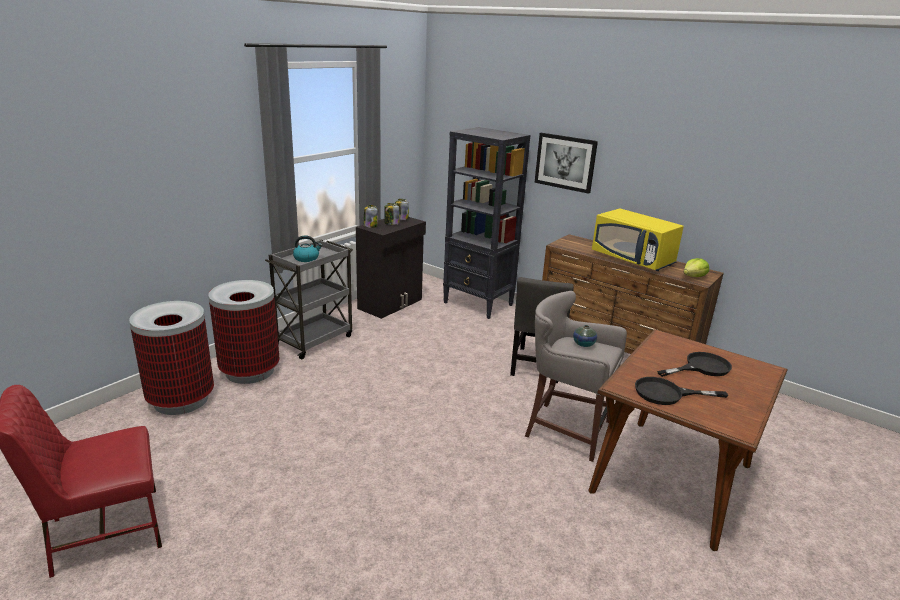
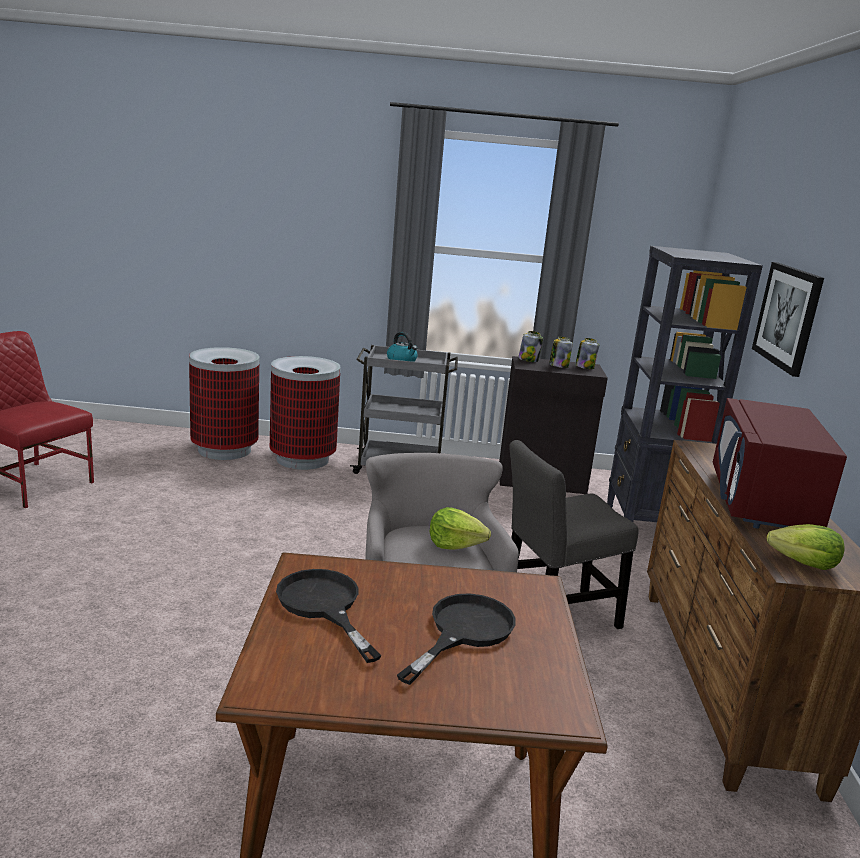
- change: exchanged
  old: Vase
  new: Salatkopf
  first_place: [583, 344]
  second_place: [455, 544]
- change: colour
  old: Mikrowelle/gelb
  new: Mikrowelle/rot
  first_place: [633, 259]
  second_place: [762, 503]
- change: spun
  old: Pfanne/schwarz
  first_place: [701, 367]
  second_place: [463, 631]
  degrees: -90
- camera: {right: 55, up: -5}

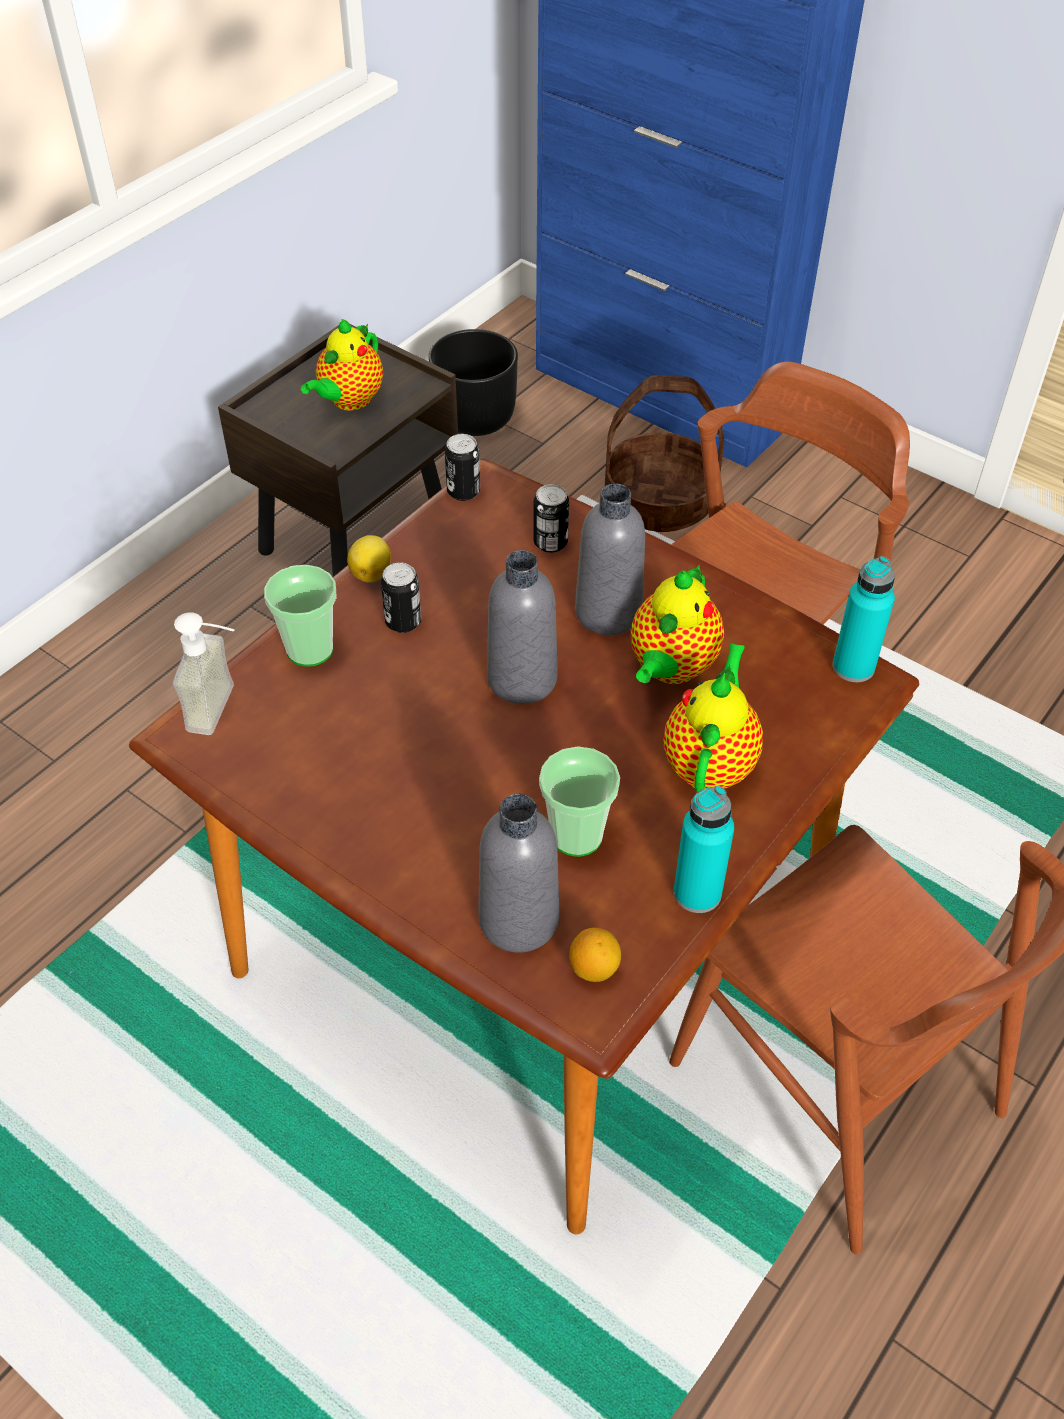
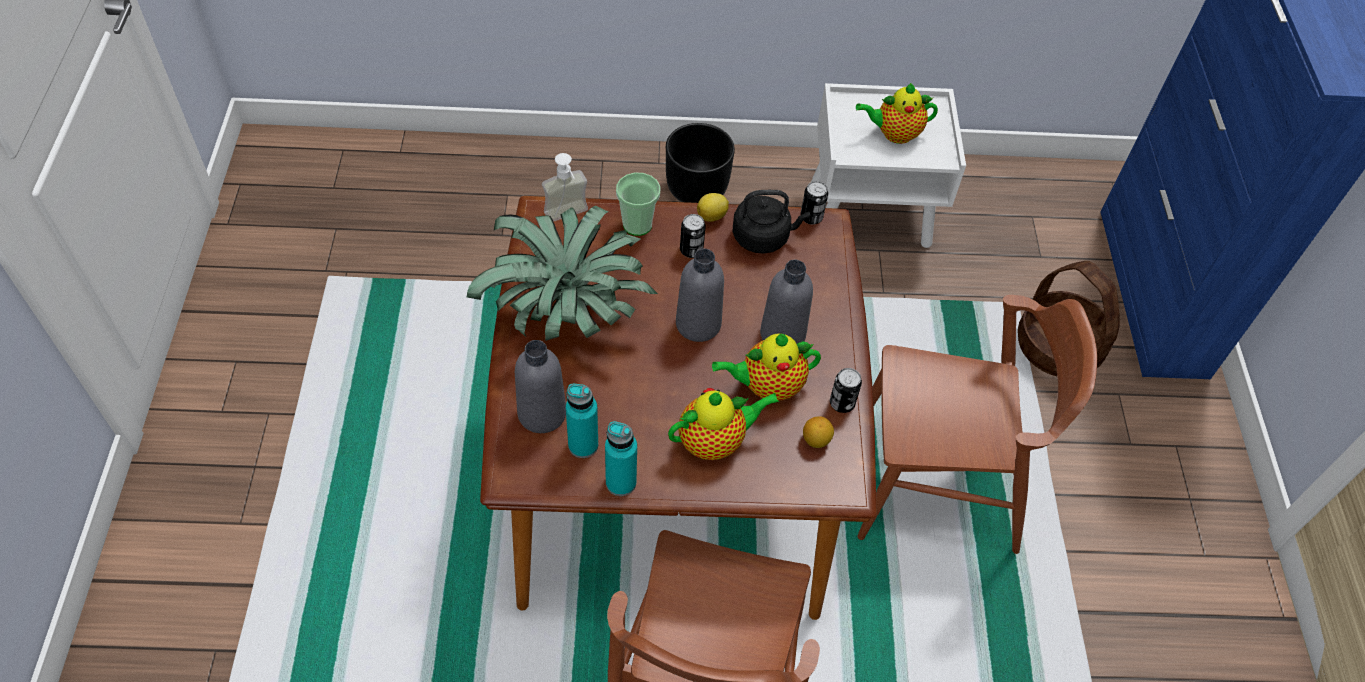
- change: missing
  old: Tasse
  first_place: [576, 835]
- change: appeared
  new: Topfpflanze
  second_place: [568, 310]
- change: appeared
  new: Wasserkessel/schwarz
  second_place: [763, 237]
- change: relocated
  old: Pflanzkübel/schwarz
  first_place: [474, 417]
  second_place: [696, 188]
- change: relocated
  old: Dose
  first_place: [550, 542]
  second_place: [842, 403]
- change: relocated
  old: Zitrone
  first_place: [594, 968]
  second_place: [816, 440]
- change: relocated
  old: Flasche/türkis
  first_place: [853, 667]
  second_place: [583, 445]
- change: colour
  old: Nachttisch/braun
  new: Nachttisch/weiß
  first_place: [355, 532]
  second_place: [871, 214]
- camera: {right: 50, up: 5}

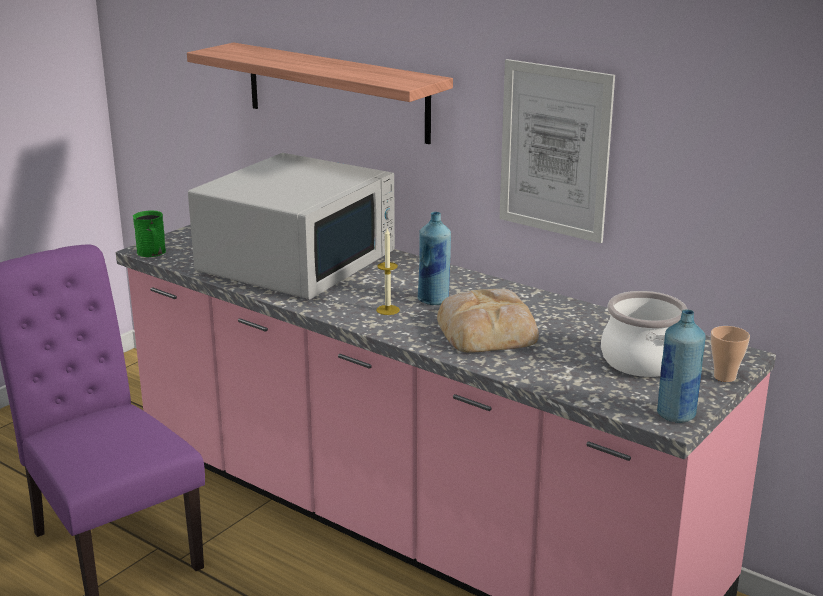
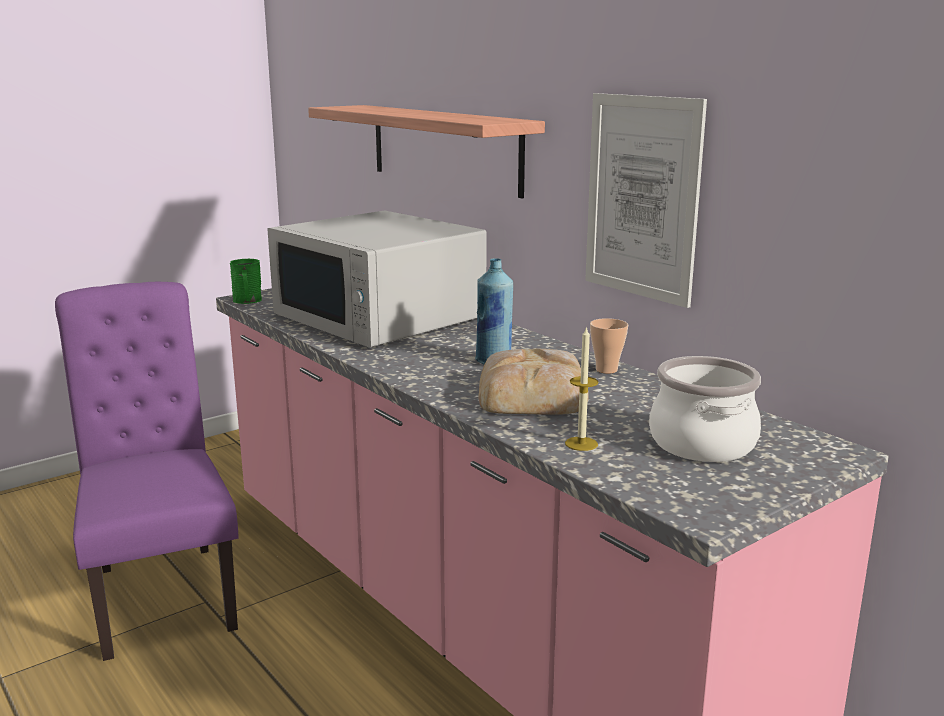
- change: missing
  old: Flasche/blau
  first_place: [676, 415]
- change: relocated
  old: Kerze
  first_place: [388, 310]
  second_place: [581, 444]
- change: relocated
  old: Tasse
  first_place: [724, 377]
  second_place: [606, 370]
- change: spun
  old: Mikrowelle/weiß
  first_place: [298, 262]
  second_place: [380, 318]
  degrees: 90
- camera: {right: 15, up: -5}

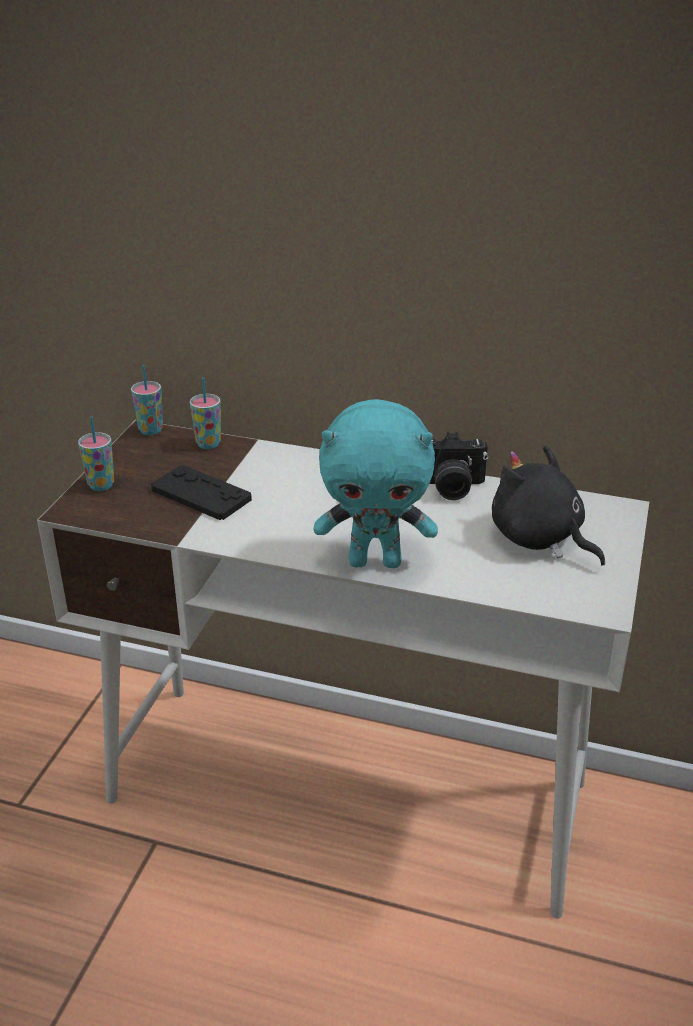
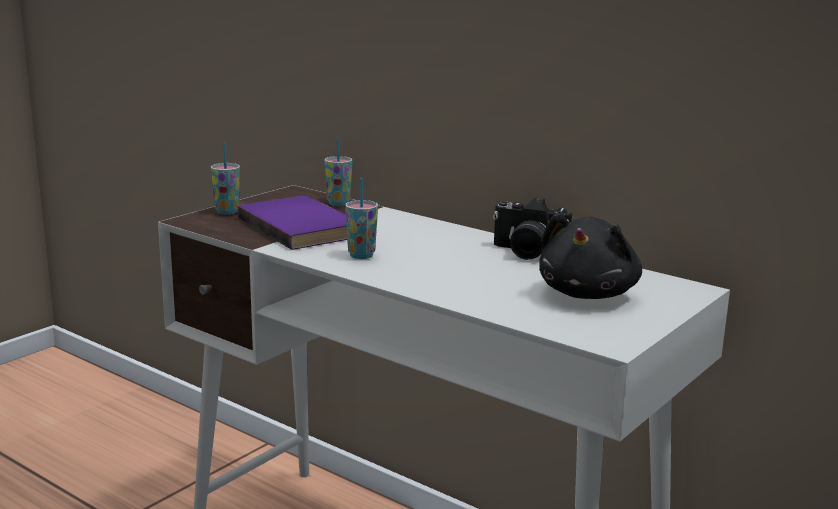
- change: missing
  old: Plüschtier/türkis
  first_place: [376, 561]
- change: relocated
  old: Tasse
  first_place: [150, 430]
  second_place: [361, 255]
- change: exchanged
  old: Gamepad/schwarz
  new: Buch/lila
  first_place: [201, 494]
  second_place: [302, 227]
- change: spun
  old: Plüschtier/schwarz
  first_place: [539, 539]
  second_place: [589, 293]
  degrees: -135
- camera: {right: 20, up: -15}

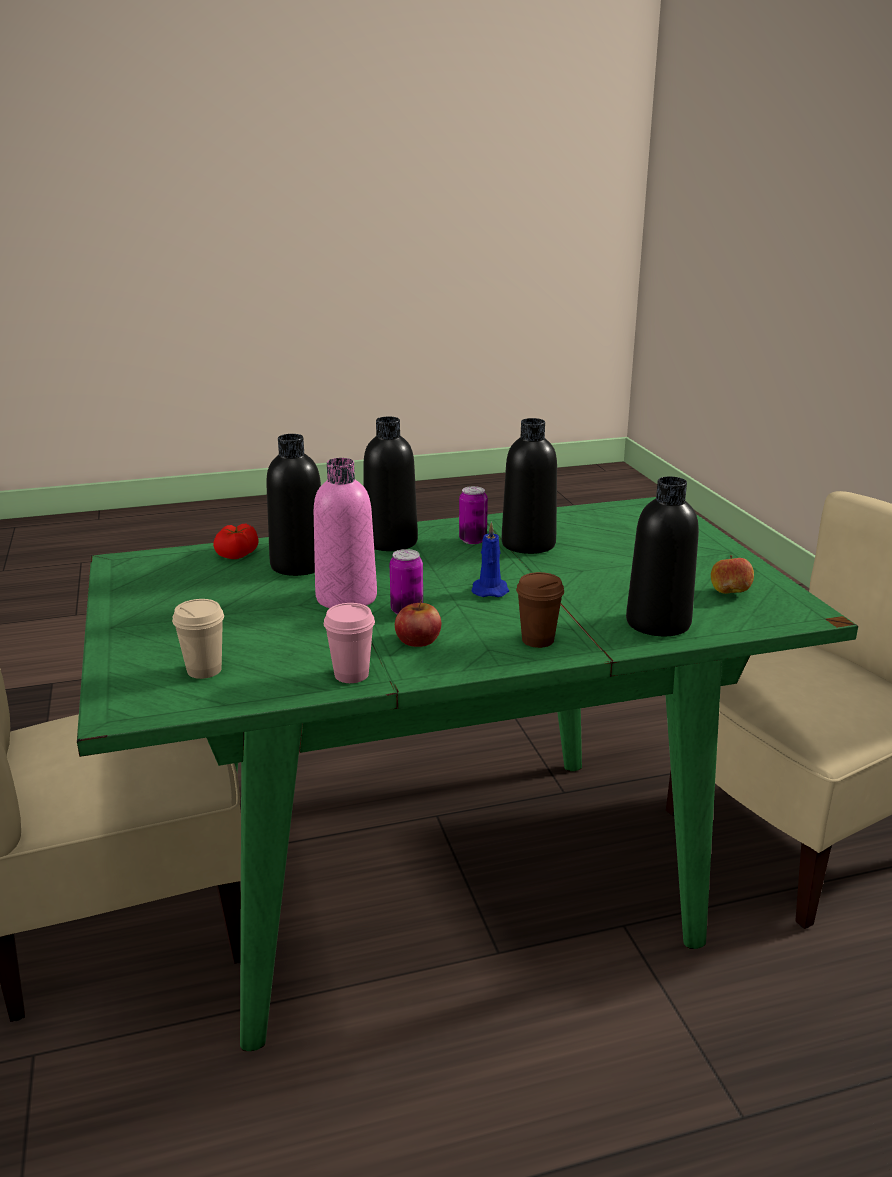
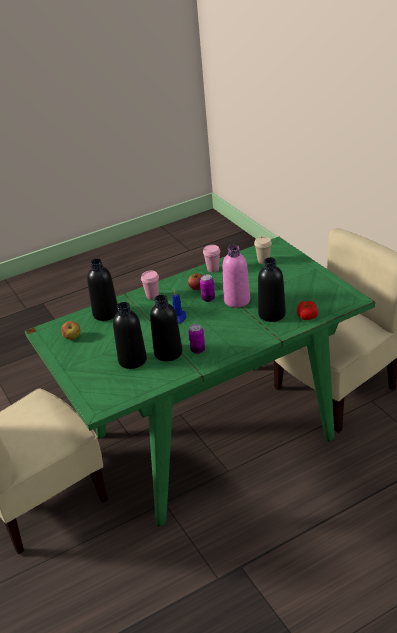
- change: relocated
  old: Flasche/schwarz
  first_place: [390, 542]
  second_place: [132, 360]
- change: colour
  old: Tasse/braun
  new: Tasse/rosa
  first_place: [538, 640]
  second_place: [152, 296]
- camera: {right: 170, up: 10}

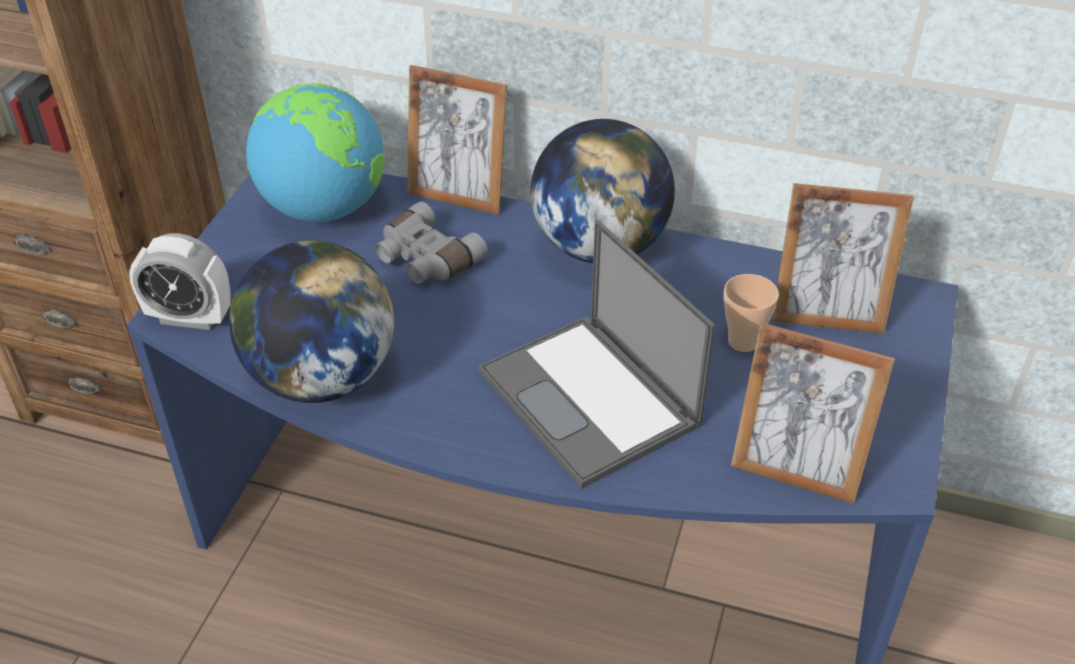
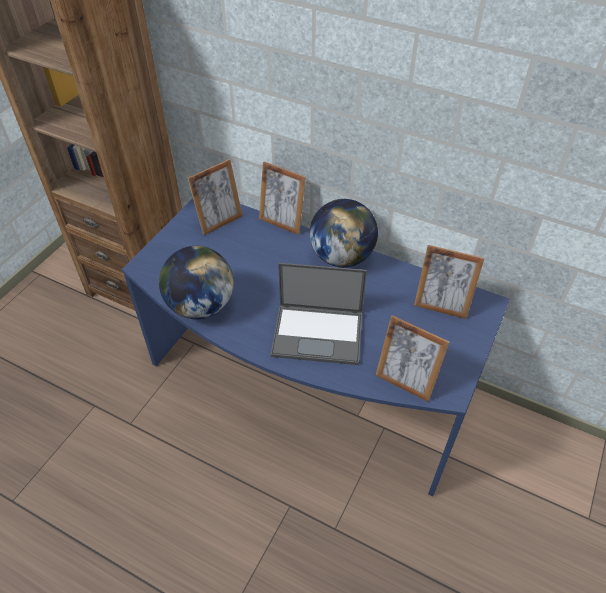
- change: missing
  old: Wecker
  first_place: [189, 318]
- change: missing
  old: Fernglas/grau
  first_place: [425, 260]
- change: missing
  old: Tasse
  first_place: [743, 341]
- change: exchanged
  old: Globus
  new: Bilderrahmen
  first_place: [324, 208]
  second_place: [219, 222]
- change: spun
  old: Laptop
  first_place: [591, 399]
  second_place: [319, 333]
  degrees: -60
- camera: {right: 10, up: 5}

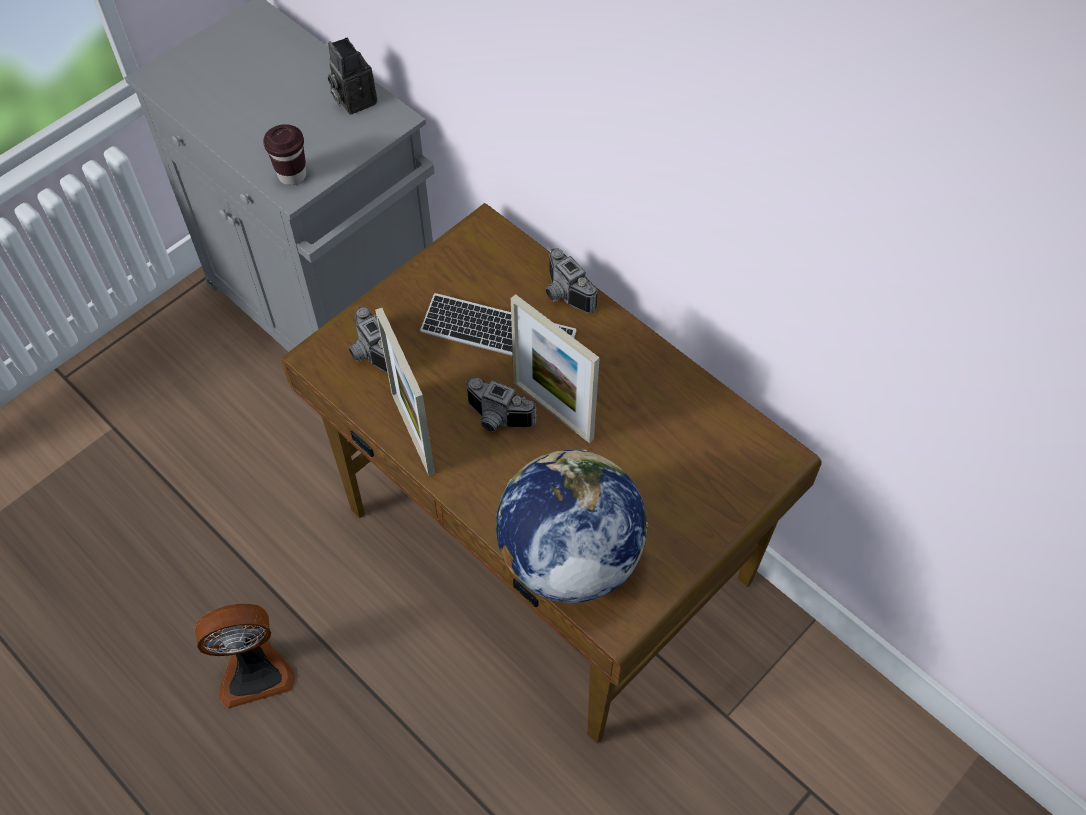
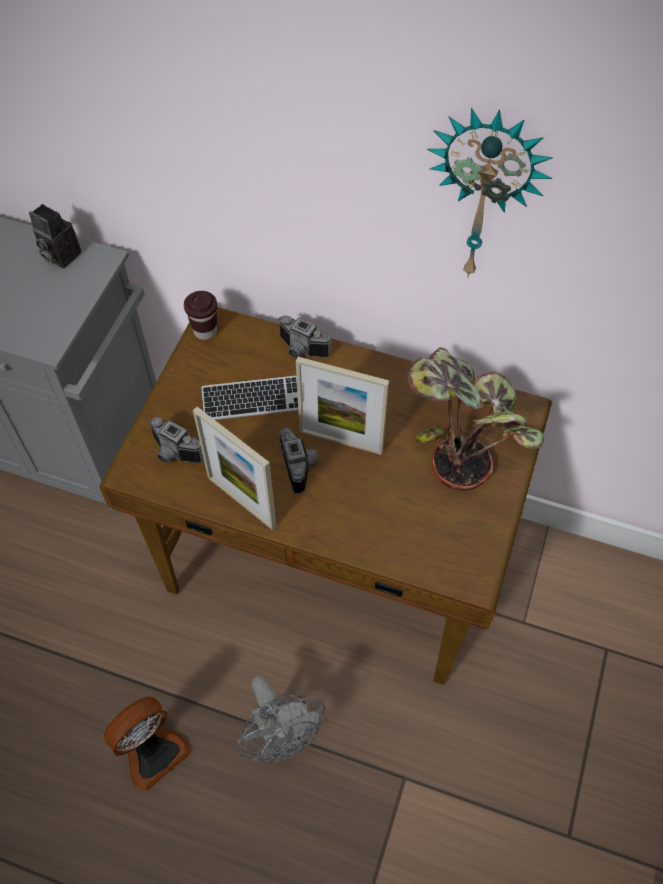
- change: missing
  old: Globus
  first_place: [568, 557]
- change: appeared
  new: Ventilator/grau
  second_place: [281, 737]
- change: appeared
  new: Topfpflanze
  second_place: [464, 433]
- change: appeared
  new: Wanduhr
  second_place: [484, 195]
- change: relocated
  old: Tasse/braun
  first_place: [292, 175]
  second_place: [205, 331]
- change: spun
  old: Kamera
  first_place: [496, 420]
  second_place: [301, 465]
  degrees: -105
- camera: {right: -25, up: 0}

